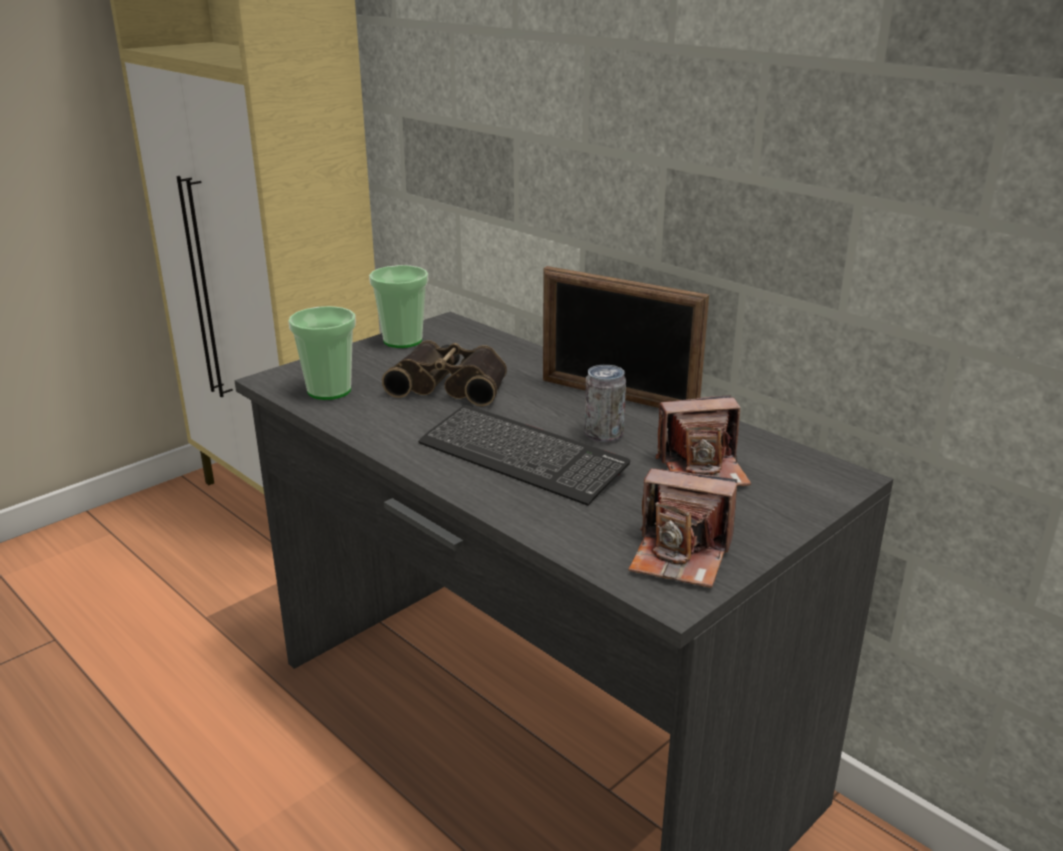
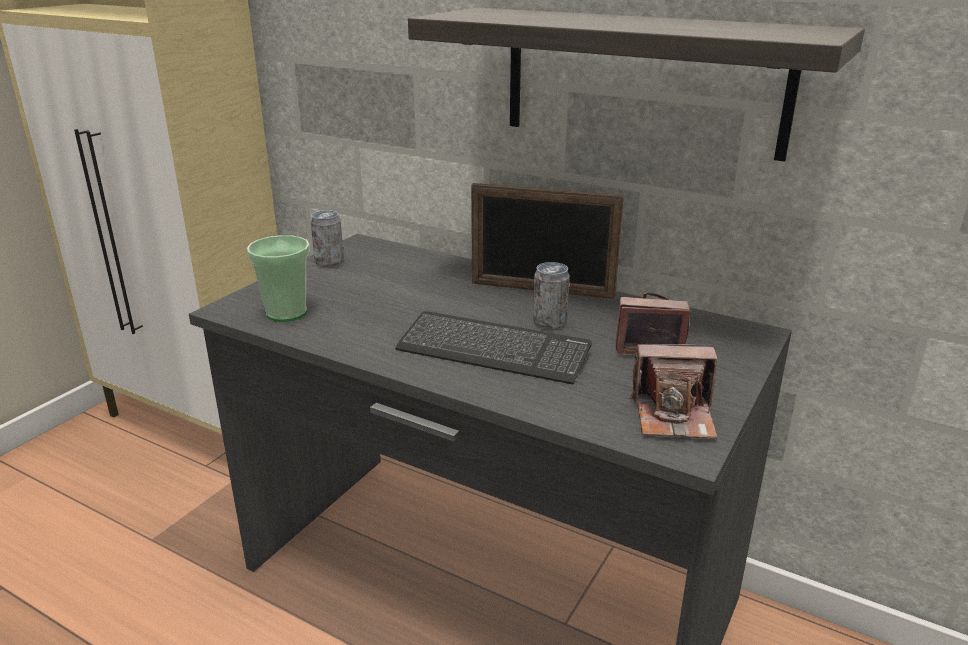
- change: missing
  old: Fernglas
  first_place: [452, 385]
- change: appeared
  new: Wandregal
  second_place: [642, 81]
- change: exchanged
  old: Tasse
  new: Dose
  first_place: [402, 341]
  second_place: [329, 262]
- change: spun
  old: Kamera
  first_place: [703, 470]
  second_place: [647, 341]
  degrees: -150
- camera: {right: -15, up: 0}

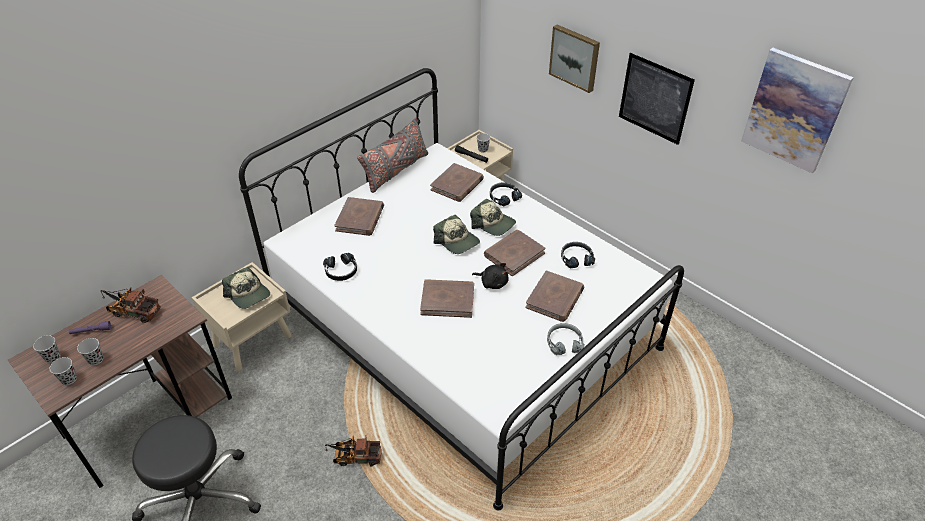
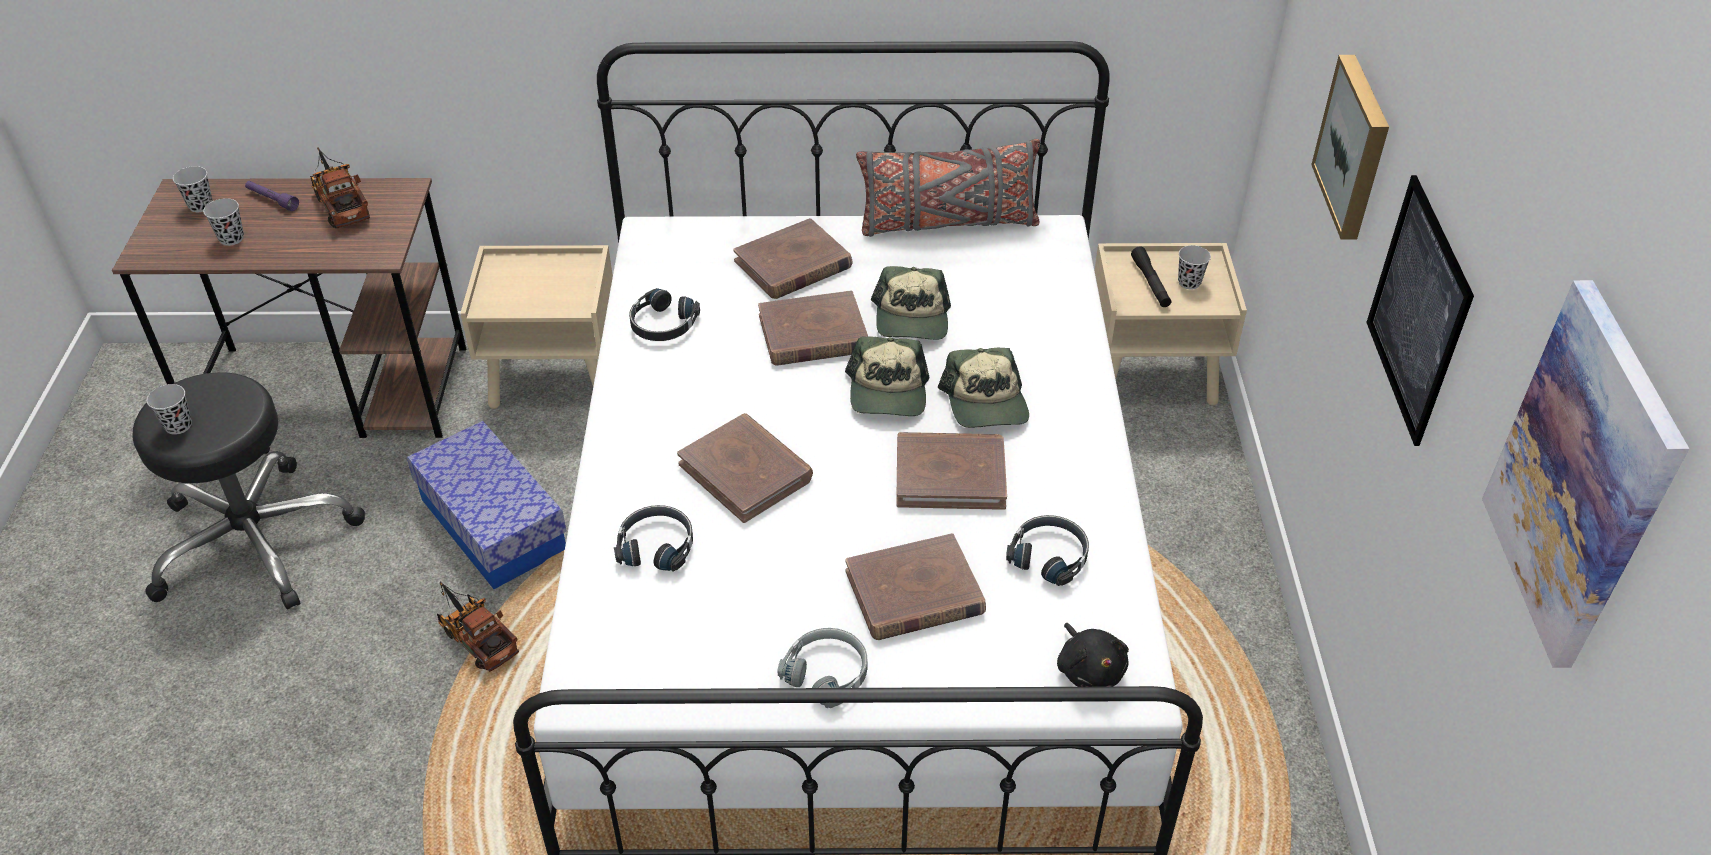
- change: appeared
  new: Aufbewahrungsbox
  second_place: [493, 524]
- change: relocated
  old: Tasse/schwarz
  first_place: [69, 379]
  second_place: [178, 426]
- change: relocated
  old: Kappe
  first_place: [248, 294]
  second_place: [911, 319]
- change: relocated
  old: Buch/braun
  first_place: [457, 185]
  second_place: [813, 334]
- change: relocated
  old: Plüschtier/schwarz
  first_place: [492, 282]
  second_place: [1089, 669]
- change: relocated
  old: Kopfhörer/schwarz
  first_place: [503, 197]
  second_place: [657, 545]
- camera: {right: 45, up: 0}

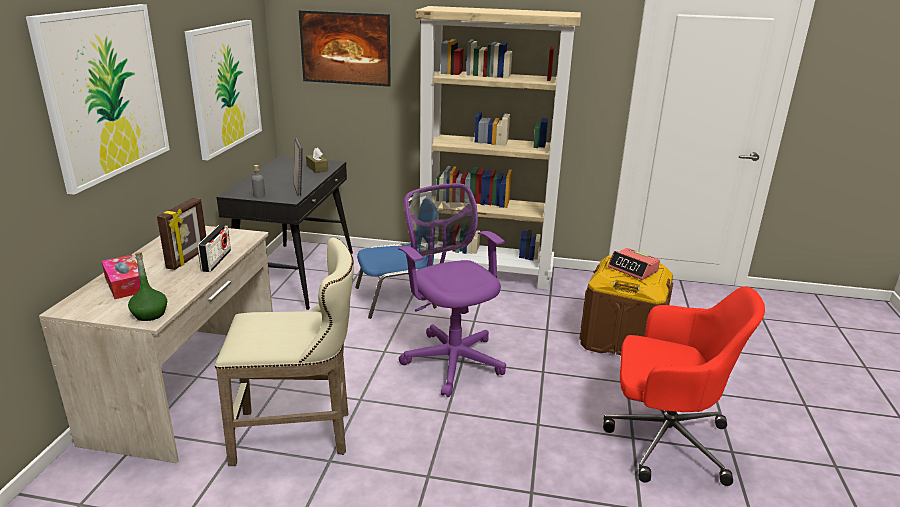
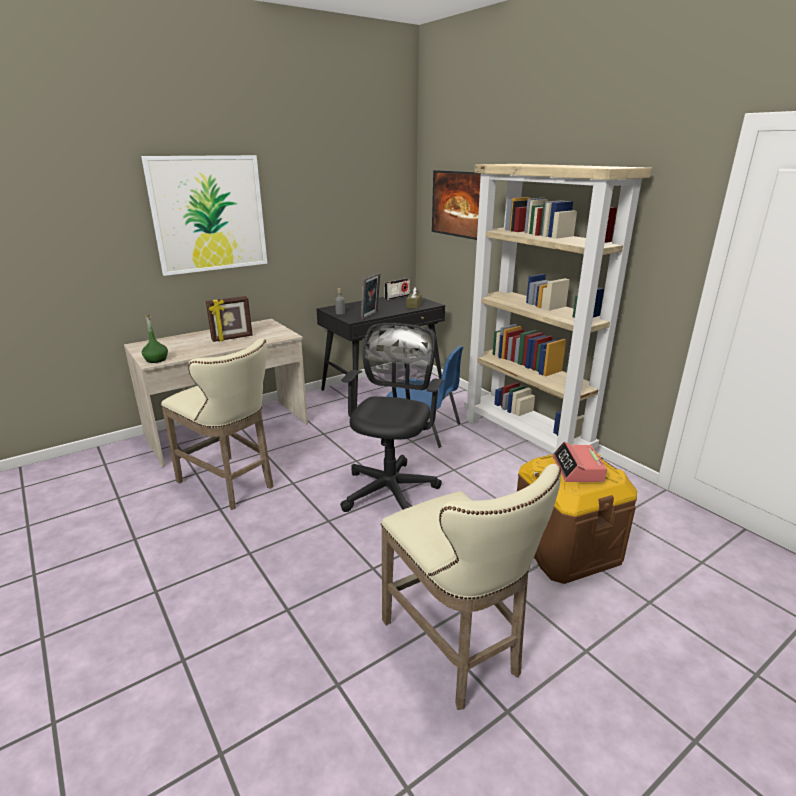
- change: missing
  old: Taschentuchbox
  first_place: [125, 284]
- change: missing
  old: Bild
  first_place: [225, 86]
- change: relocated
  old: Radio
  first_place: [216, 261]
  second_place: [397, 297]
- change: exchanged
  old: Bürostuhl/rot
  new: Hocker/beige
  first_place: [663, 439]
  second_place: [456, 650]
- change: colour
  old: Bürostuhl/lila
  new: Bürostuhl/schwarz
  first_place: [451, 358]
  second_place: [391, 487]
- camera: {right: 45, up: 0}

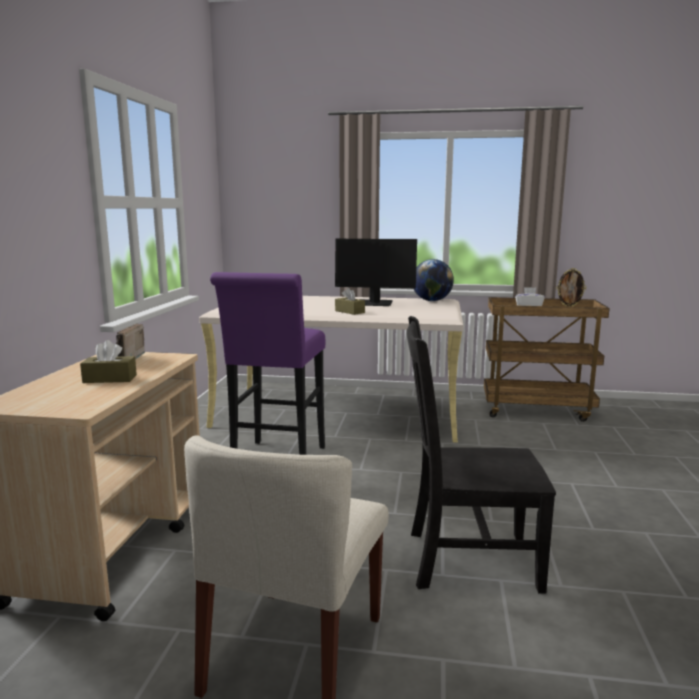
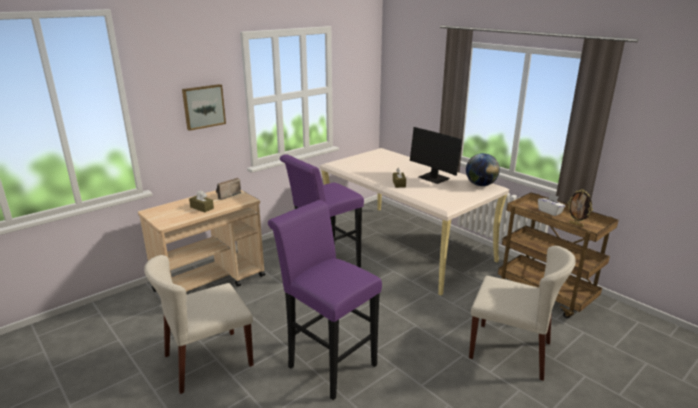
- change: appeared
  new: Bild
  second_place: [203, 106]
- change: appeared
  new: Stuhl/beige
  second_place: [511, 350]
- change: exchanged
  old: Stuhl/schwarz
  new: Hocker/lila
  first_place: [467, 560]
  second_place: [327, 363]
- camera: {right: 40, up: 10}

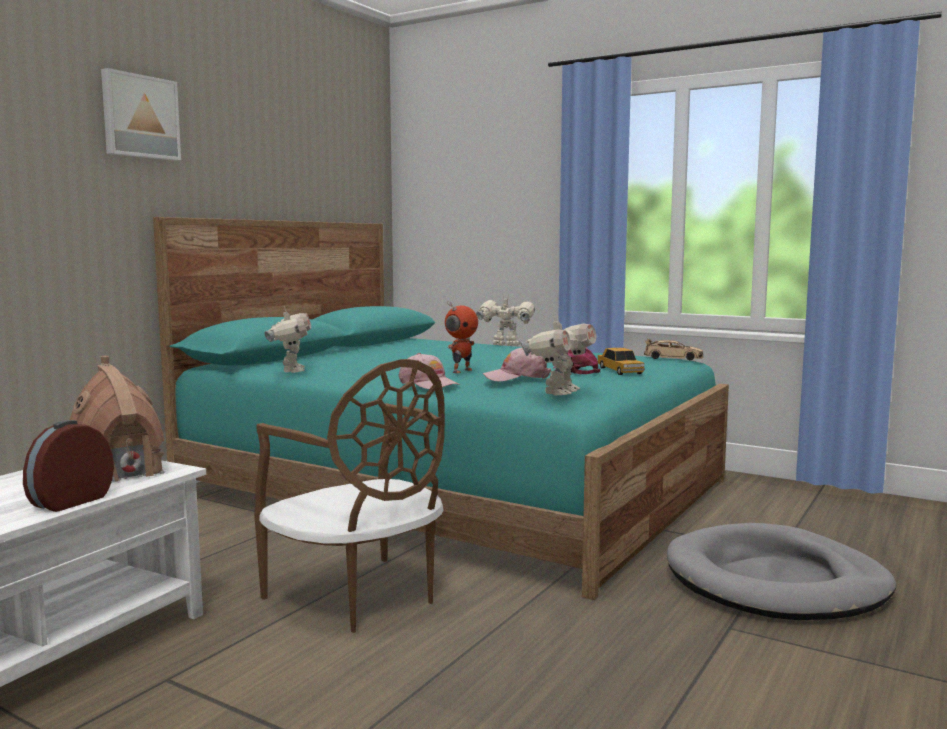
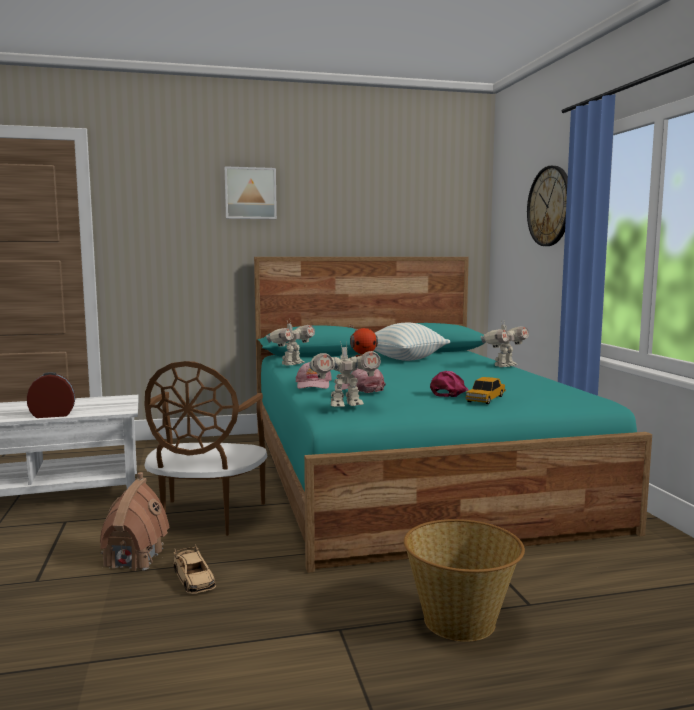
- change: appeared
  new: Kissen
  second_place: [404, 359]
- change: appeared
  new: Wanduhr
  second_place: [550, 206]
- change: relocated
  old: Spielzeughaus
  first_place: [121, 471]
  second_place: [133, 558]
- change: relocated
  old: Spielzeugauto/beige
  first_place: [673, 358]
  second_place: [194, 578]
- change: exchanged
  old: Hundebett/grau
  new: Korb
  first_place: [776, 581]
  second_place: [461, 621]
- change: spun
  old: Spielzeugroboter
  first_place: [505, 345]
  second_place: [504, 366]
  degrees: 75
- camera: {right: 45, up: 0}

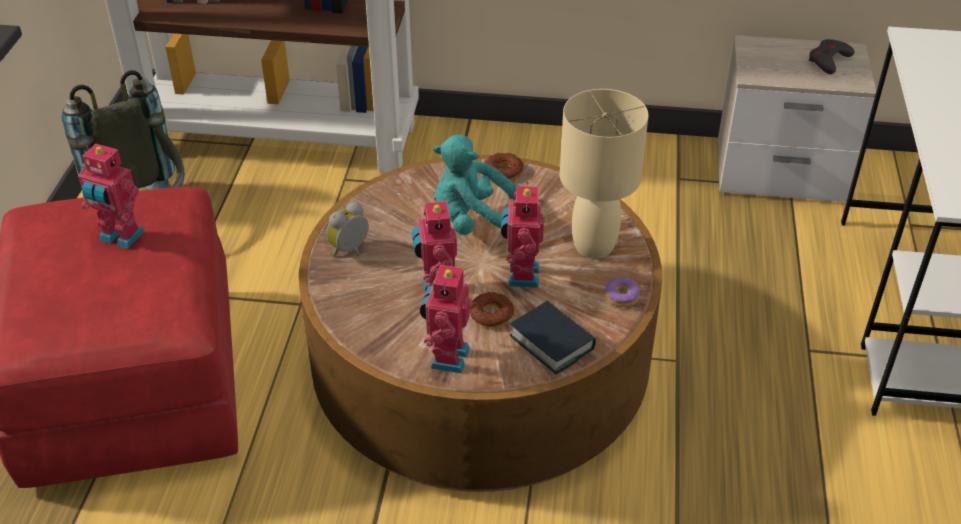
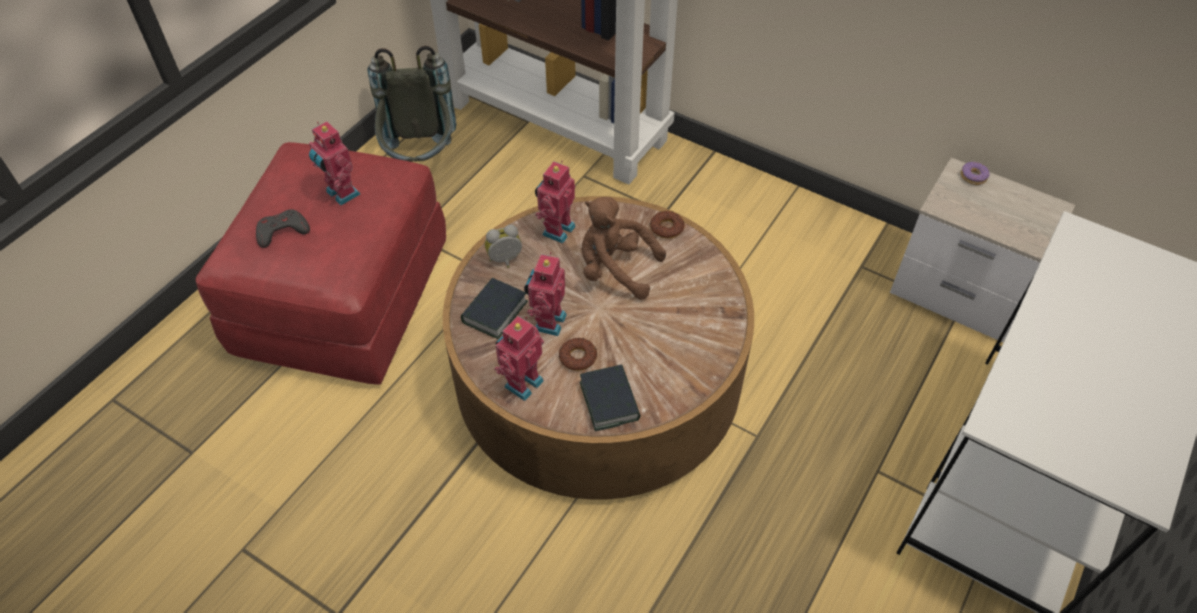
- change: missing
  old: Tischlampe/beige
  first_place: [593, 246]
- change: appeared
  new: Buch
  second_place: [494, 312]
- change: relocated
  old: Spielzeugroboter
  first_place: [521, 275]
  second_place: [556, 229]
- change: relocated
  old: Donut
  first_place: [622, 297]
  second_place: [973, 177]
- change: relocated
  old: Gamepad/grau
  first_place: [828, 60]
  second_place: [282, 231]
- change: colour
  old: Plüschtier/türkis
  new: Plüschtier/braun
  first_place: [475, 223]
  second_place: [615, 269]
- camera: {right: 25, up: 10}

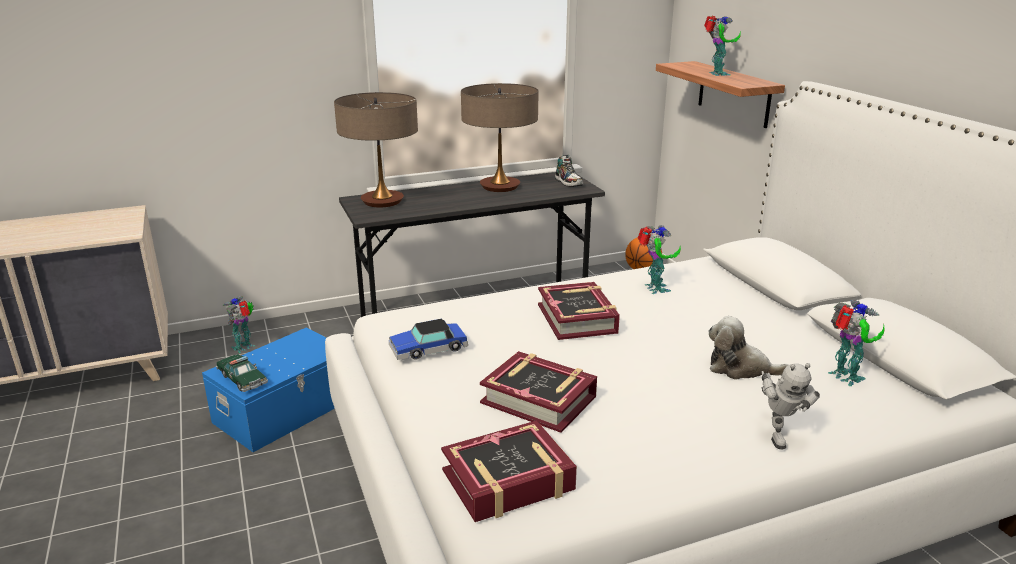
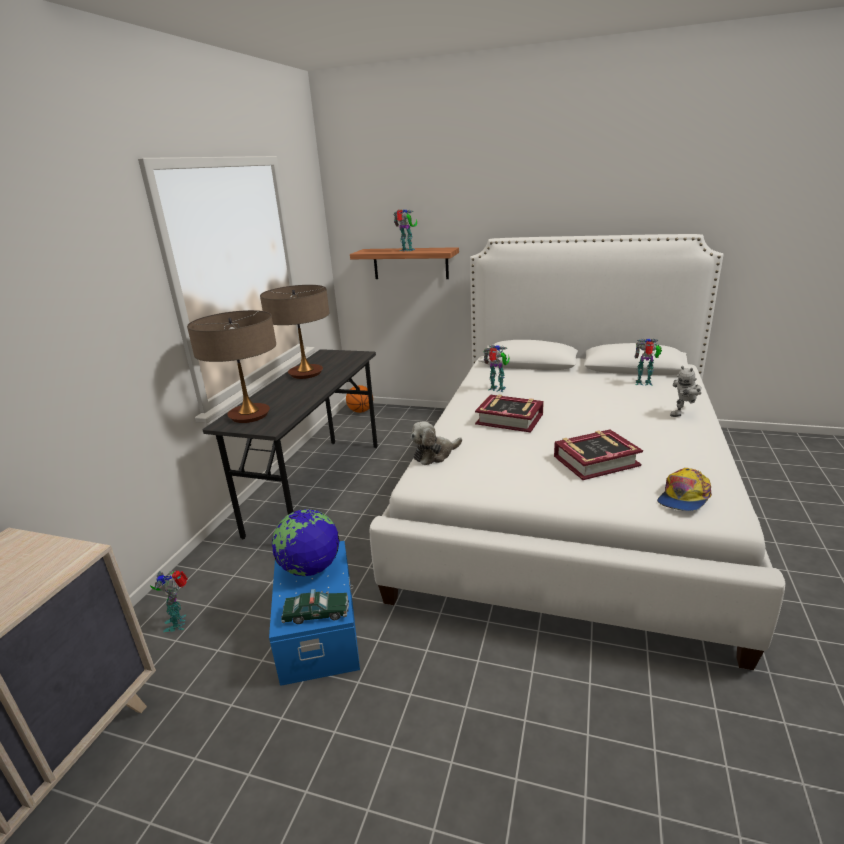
- change: missing
  old: Spielzeugauto
  first_place: [428, 348]
- change: missing
  old: Schuh
  first_place: [568, 182]
- change: appeared
  new: Globus
  second_place: [310, 568]
- change: relocated
  old: Plüschtier
  first_place: [740, 368]
  second_place: [434, 455]
- change: exchanged
  old: Buch
  new: Kappe
  first_place: [508, 481]
  second_place: [683, 497]
- change: spun
  old: Spielzeugroboter
  first_place: [778, 434]
  second_place: [684, 414]
  degrees: 105
- camera: {right: -50, up: 0}

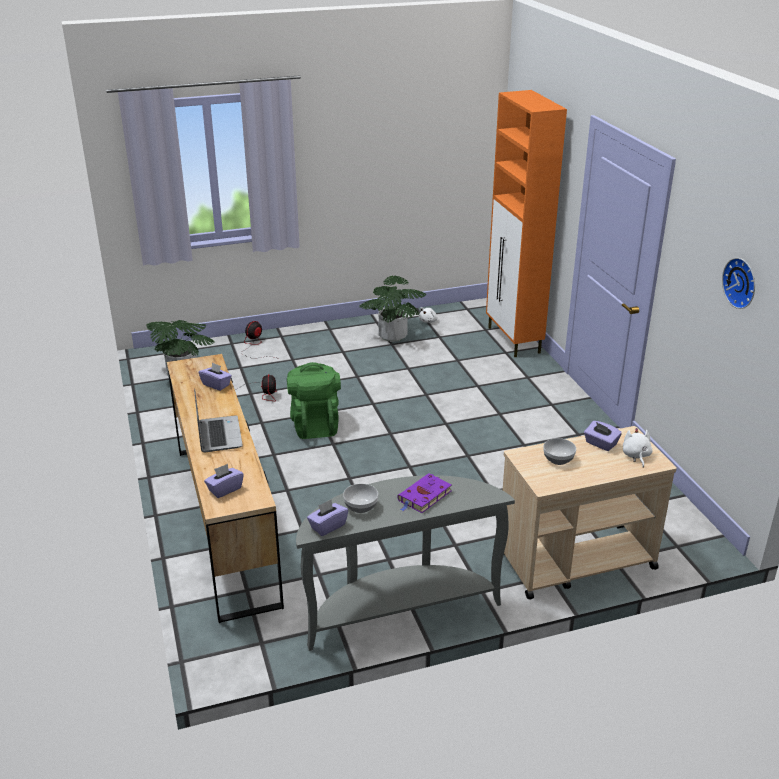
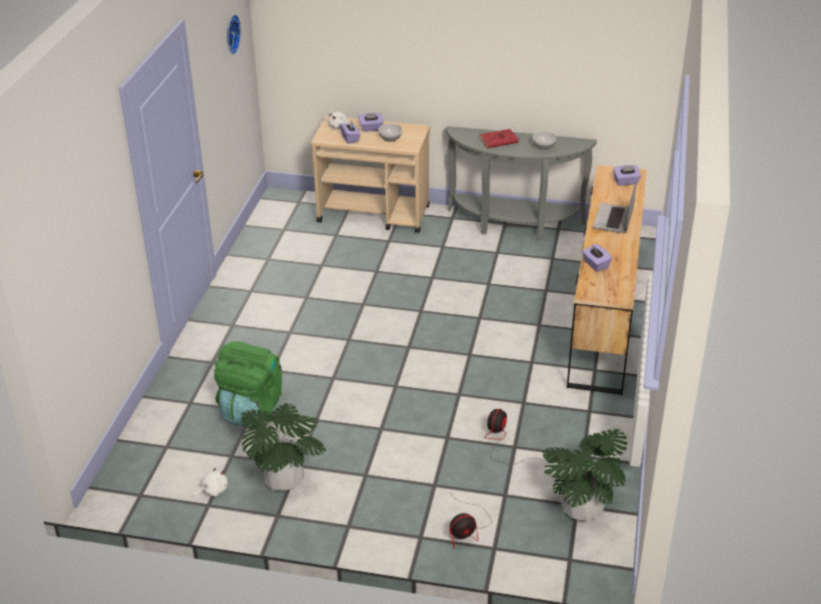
- change: missing
  old: Schrank/orange
  first_place: [514, 340]
- change: relocated
  old: Rucksack/grün
  first_place: [315, 424]
  second_place: [251, 409]
- change: relocated
  old: Taschentuchbox/lila
  first_place: [327, 526]
  second_place: [371, 128]
- change: colour
  old: Buch/lila
  new: Buch/rot
  first_place: [424, 496]
  second_place: [499, 141]
- camera: {right: -150, up: 5}

